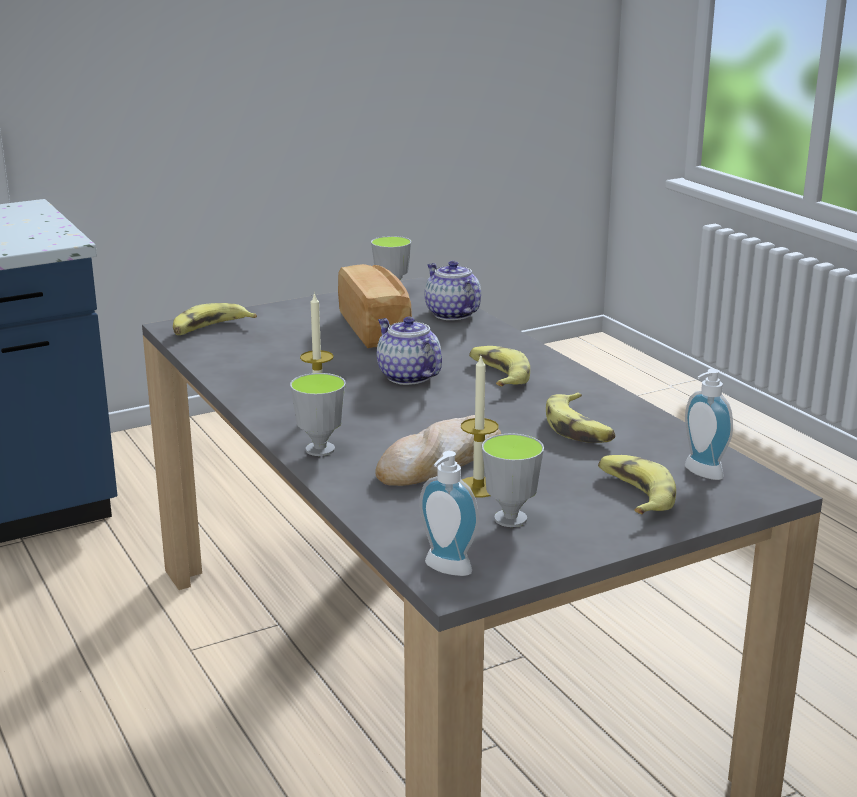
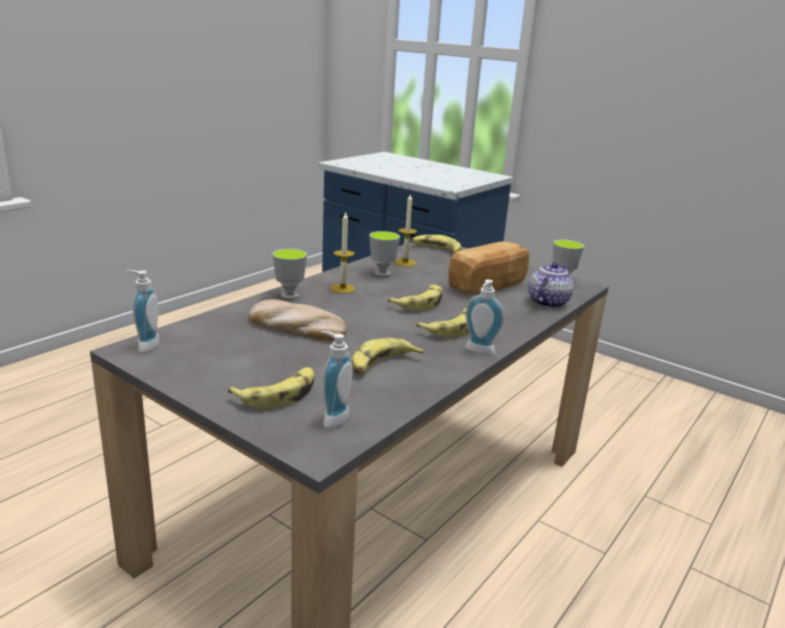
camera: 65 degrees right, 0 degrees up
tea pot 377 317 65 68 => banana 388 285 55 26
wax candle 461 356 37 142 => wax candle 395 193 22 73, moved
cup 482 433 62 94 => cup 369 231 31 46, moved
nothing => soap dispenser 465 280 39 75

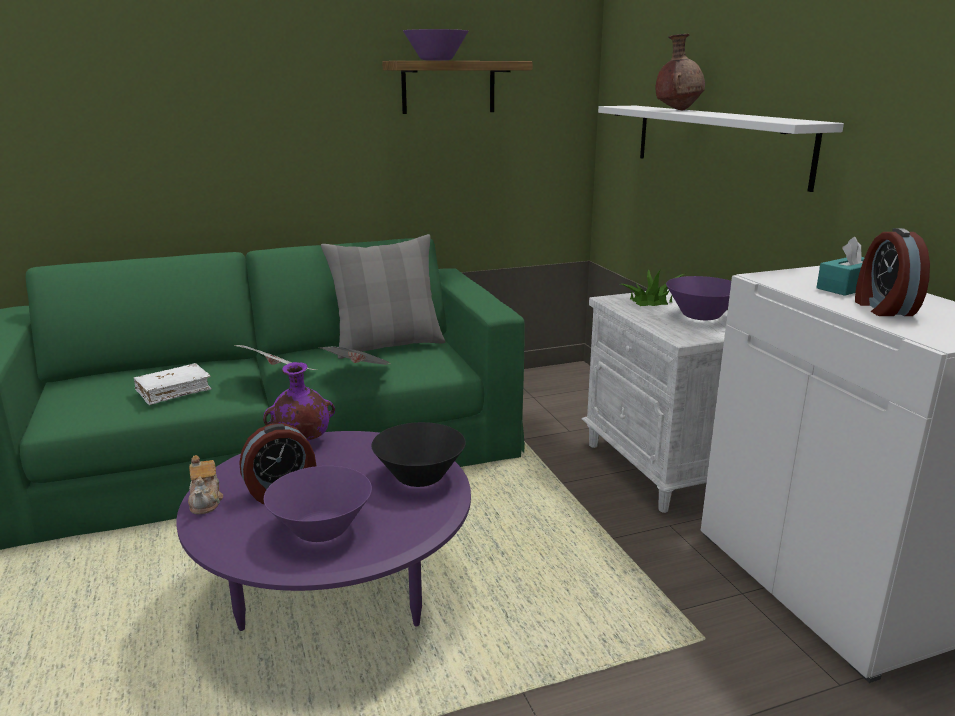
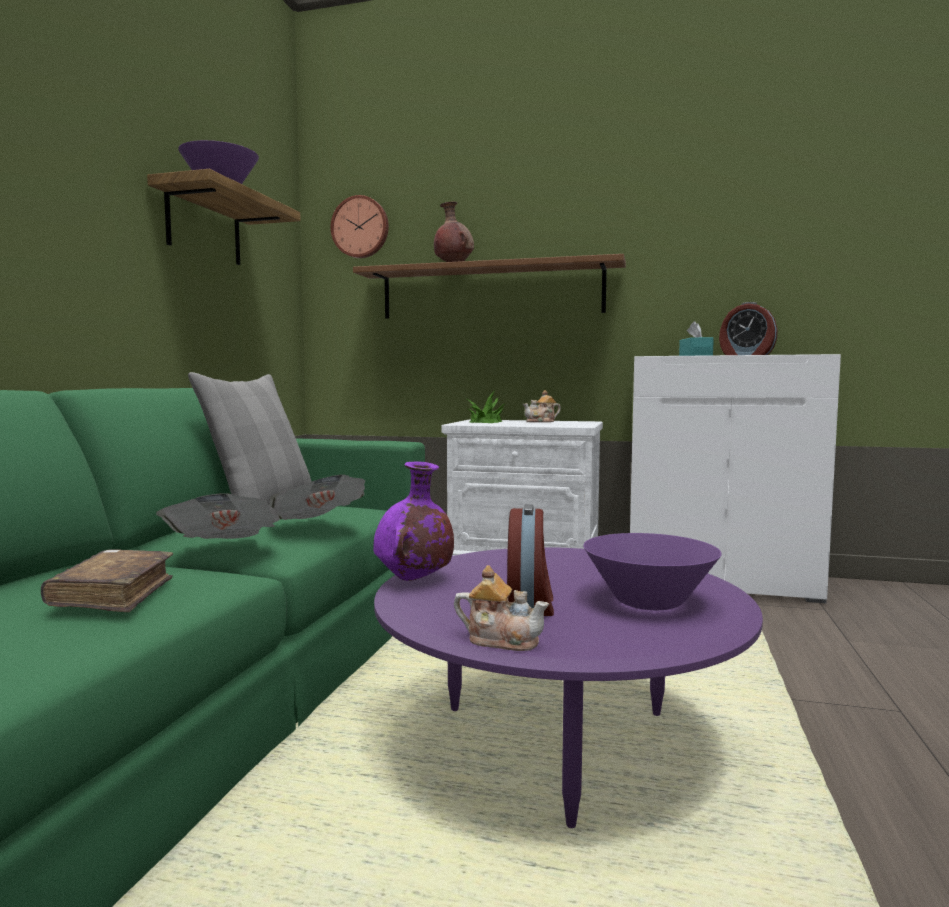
camera: 55 degrees left, 15 degrees down
whitish volume 134 363 78 42 => brown volume 41 549 132 63
black deep dish 372 422 94 65 => nothing
whitish bracket shelf 598 106 246 86 => brown bracket shelf 353 254 273 65
purple deep dish 666 276 65 44 => tea pot 523 390 38 32
nothing => wall clock 331 195 58 63

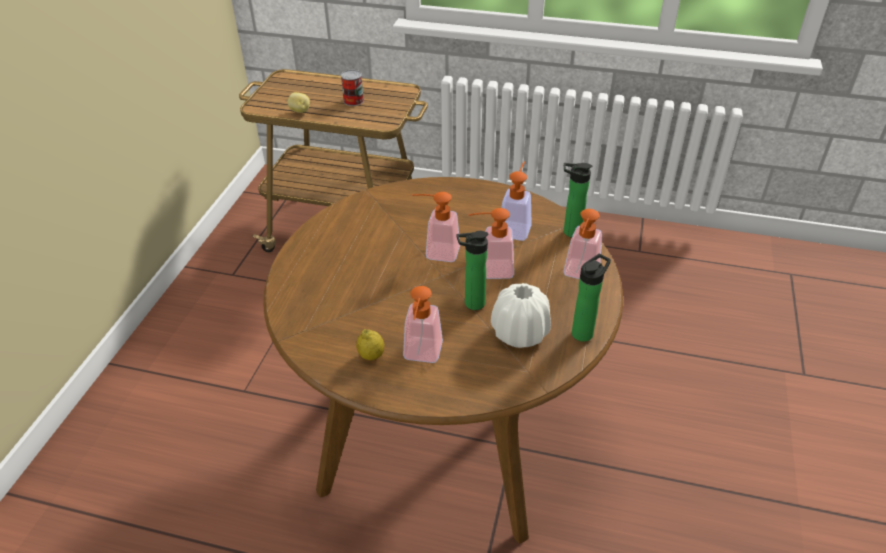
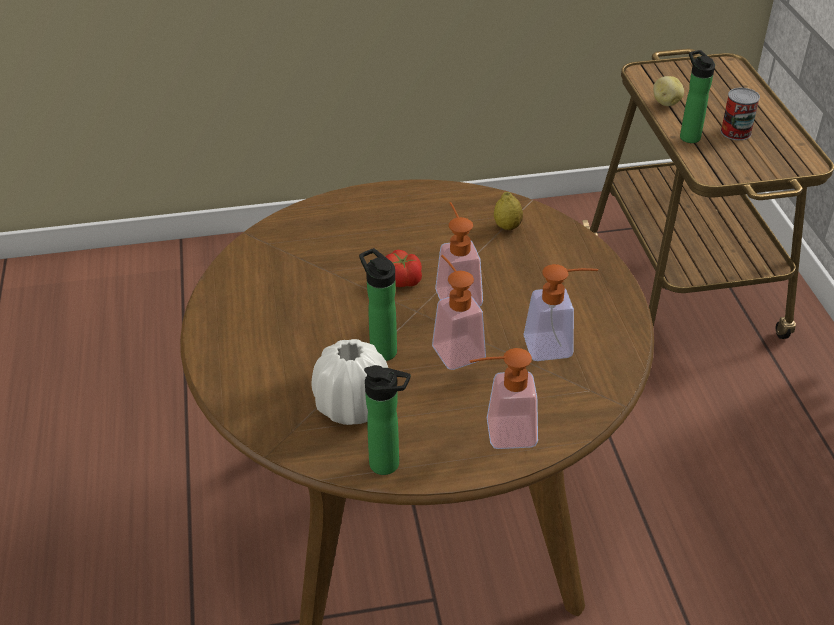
camera: 65 degrees right, 0 degrees up
citrus fruit 356 329 28 31 => citrus fruit 494 192 29 38, moved
soap dispenser 403 286 40 77 => nothing
bottle 564 163 28 74 => bottle 680 50 35 93, moved
nothing => tomato 385 250 37 37

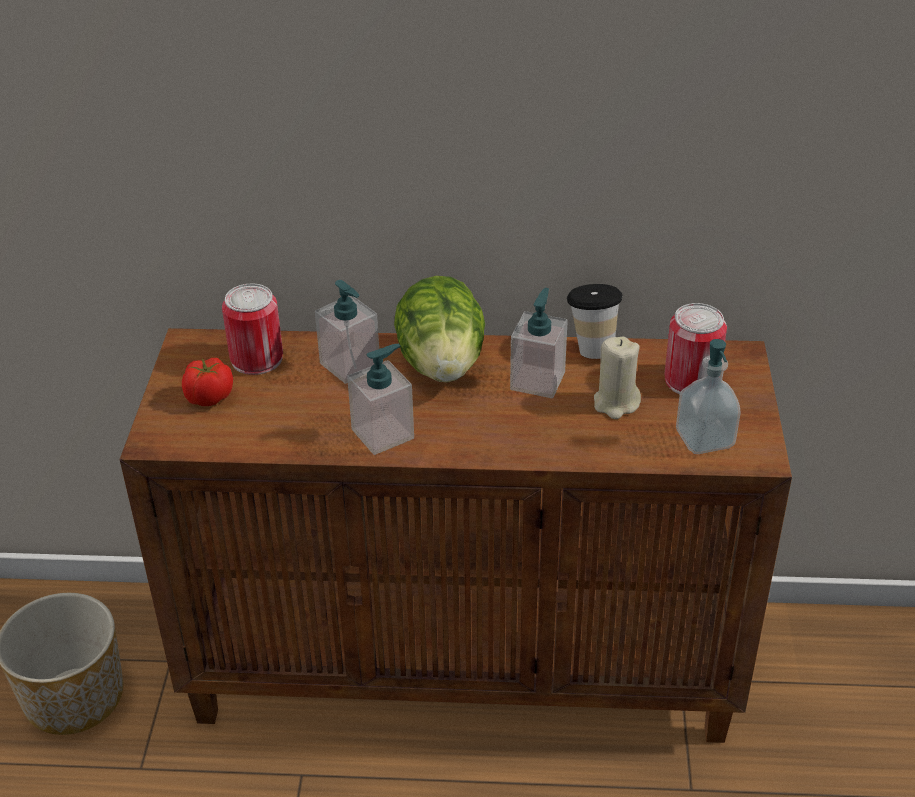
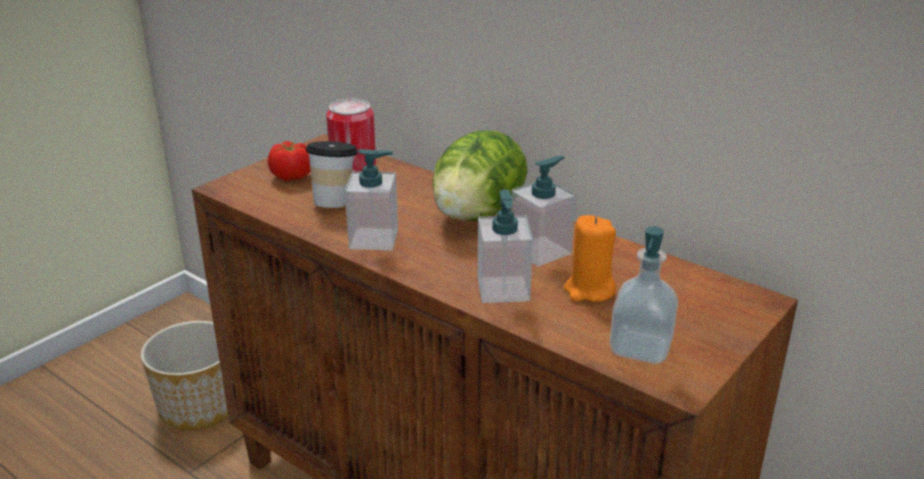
camera: 35 degrees right, 10 degrees down
soap dispenser 315 280 64 104 => soap dispenser 478 189 55 114, moved
cup 567 284 56 75 => cup 306 141 52 67, moved
beige wax candle 594 337 47 82 => orange wax candle 564 215 52 87
can 664 303 63 91 => nothing

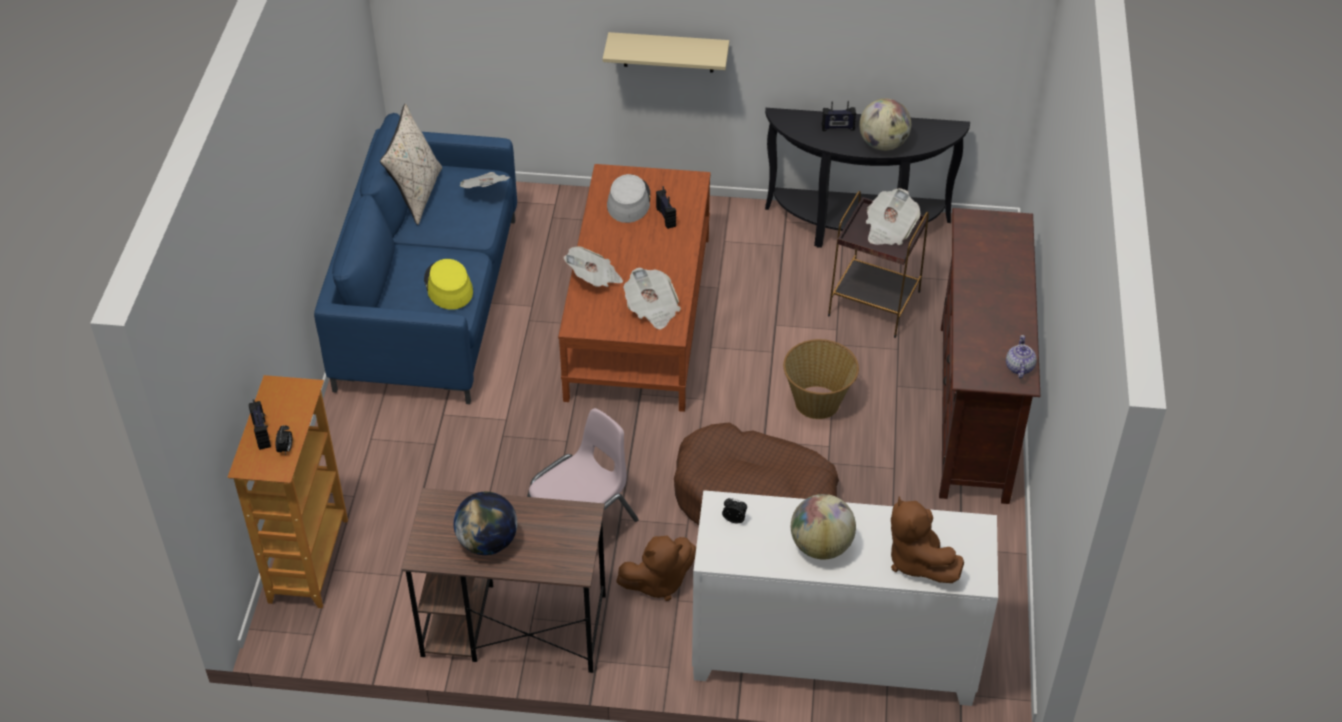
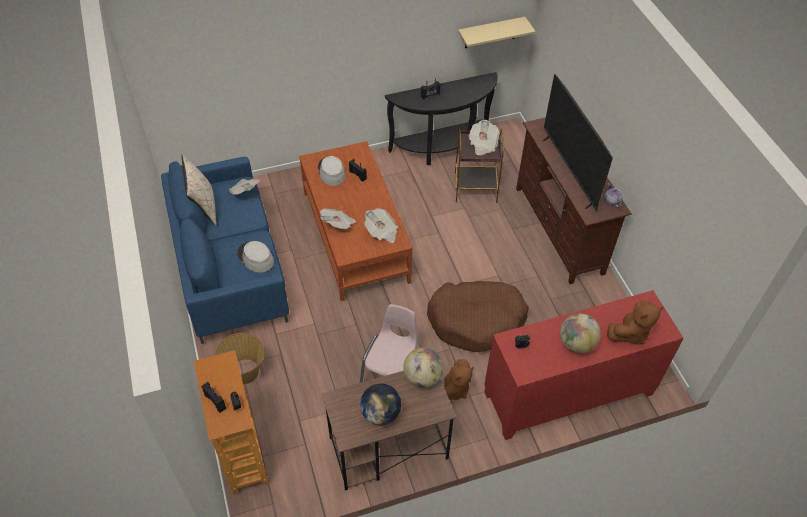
camera: 25 degrees left, 5 degrees up
yellow-coloured clothing hat 424 259 49 51 => greyish clothing hat 237 241 37 31
beige bracket shelf 603 32 126 41 => beige bracket shelf 458 17 77 31, moved
whitish cabinet 692 490 306 216 => red cabinet 484 290 200 150
basket 783 339 76 80 => basket 215 333 50 51, moved
desk globe 859 99 52 52 => desk globe 403 347 40 41, moved
brown cuddly toy 891 496 73 87 => brown cuddly toy 607 300 56 44, 75 degrees counterclockwise
nothing => TV 543 74 70 137

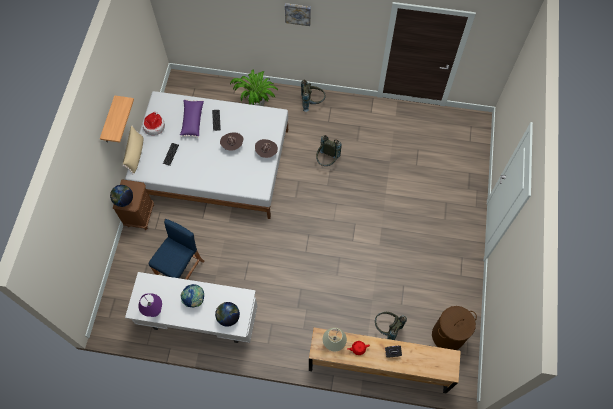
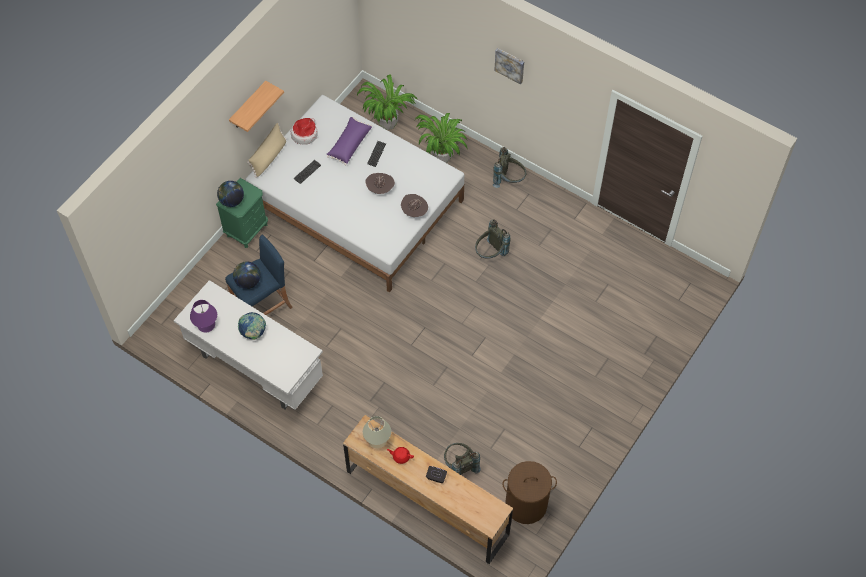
camera: 25 degrees right, 5 degrees down
brown nightstand 113 179 41 51 => green-coloured nightstand 216 178 52 70
desk globe 215 302 25 25 => desk globe 233 261 28 28, moved
nothing => plant in a pot 357 74 61 56

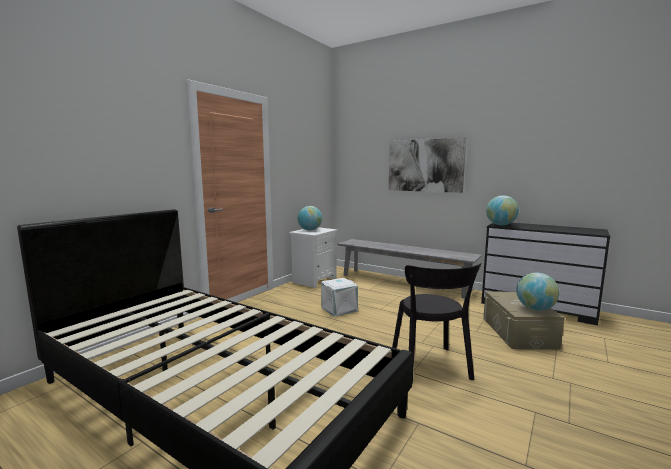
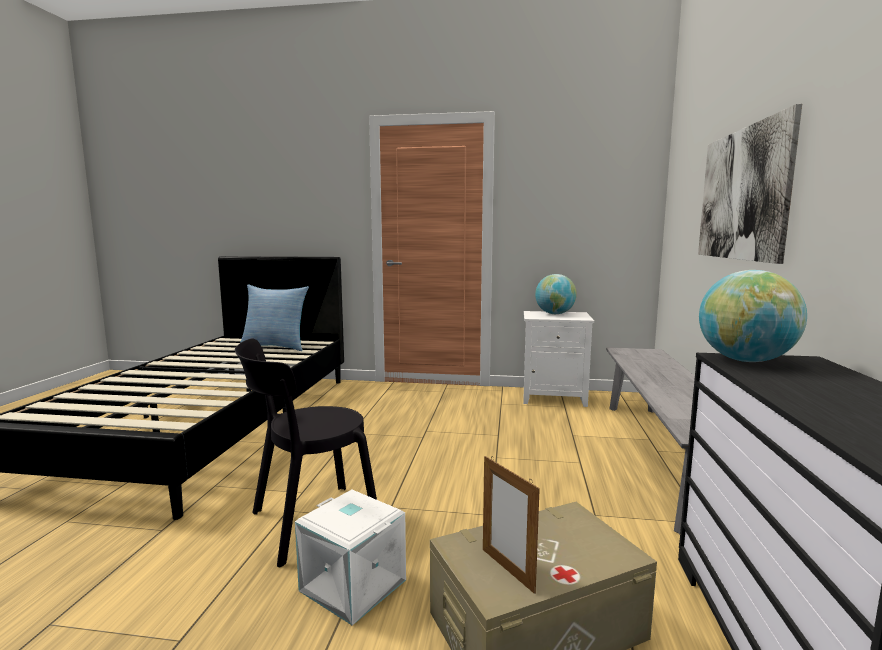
camera: 65 degrees right, 0 degrees up
whitish storage bin 321 278 37 39 => whitish storage bin 295 490 111 135, moved
desk globe 516 273 43 38 => picture frame 483 456 57 138
nothing => cushion 240 284 69 67

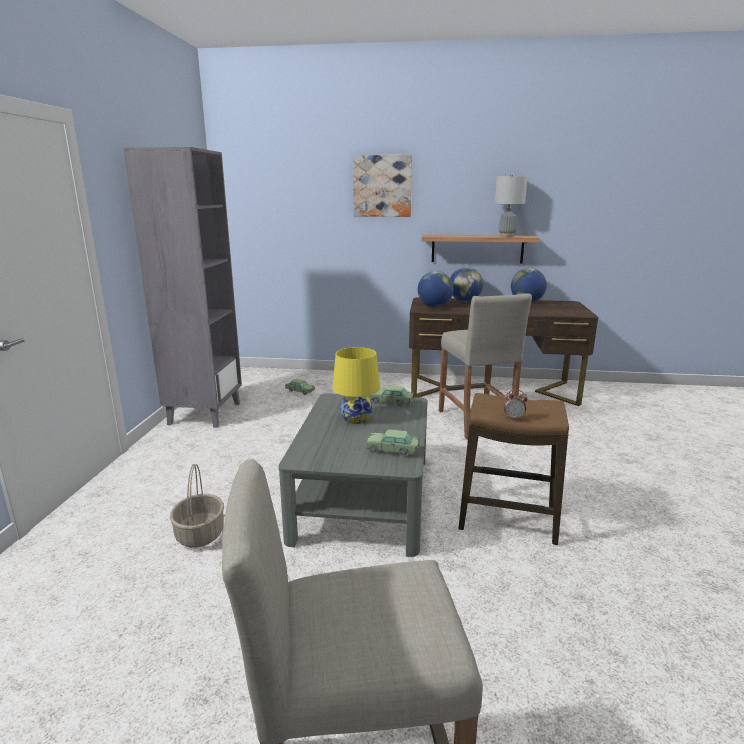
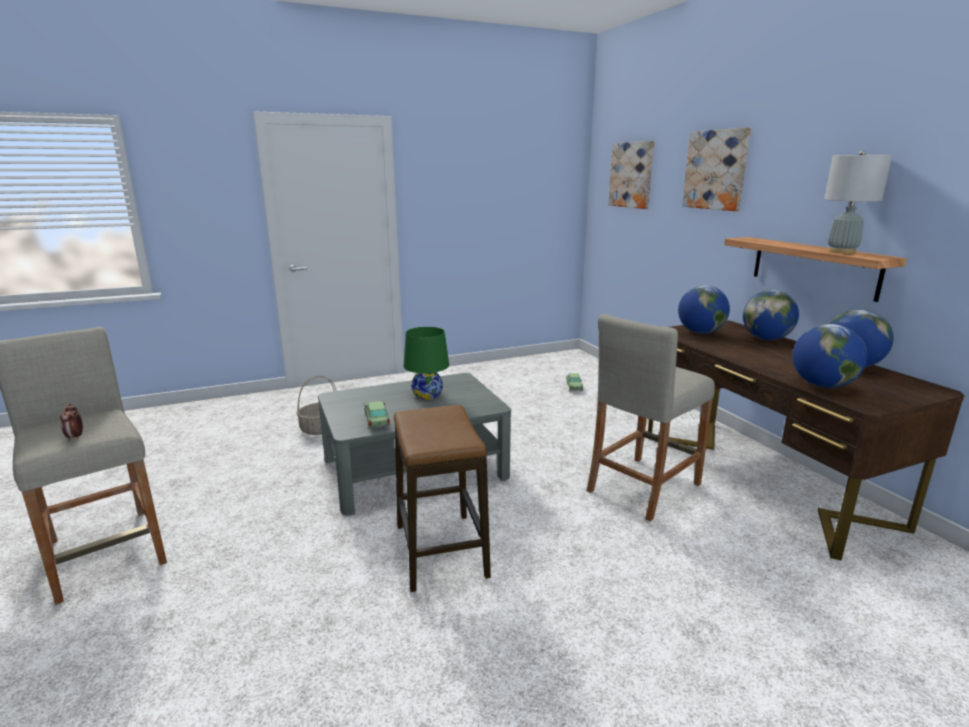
camera: 60 degrees right, 0 degrees up
greyish shelving unit 124 147 118 281 => nothing
yellow-coloured table lamp 332 347 48 77 => green-coloured table lamp 403 327 46 73
model car 370 385 44 22 => nothing
table clock 503 390 25 30 => table clock 60 403 23 38, moved
nothing => wall art 608 141 46 68
nothing => desk globe 792 324 75 64

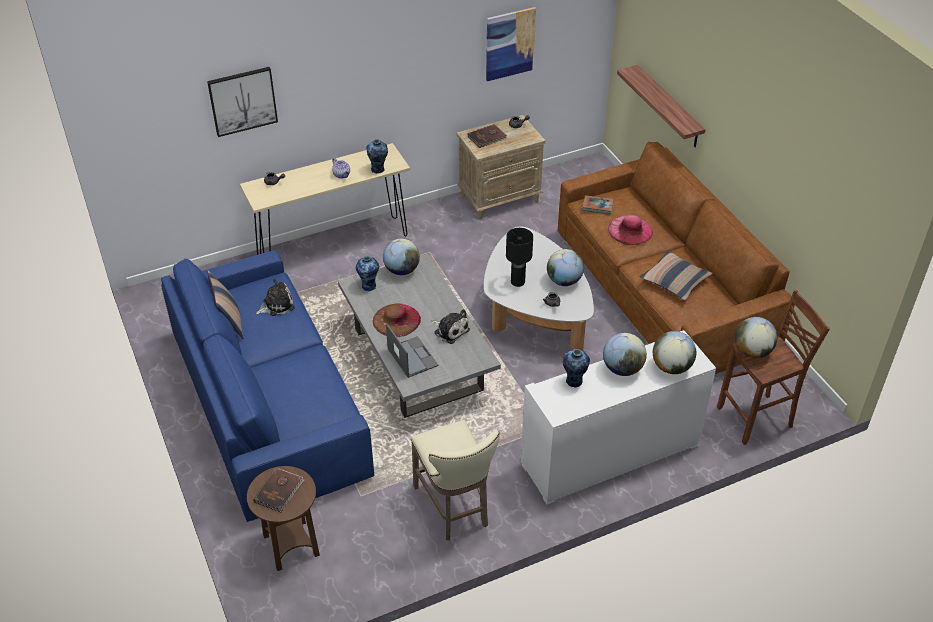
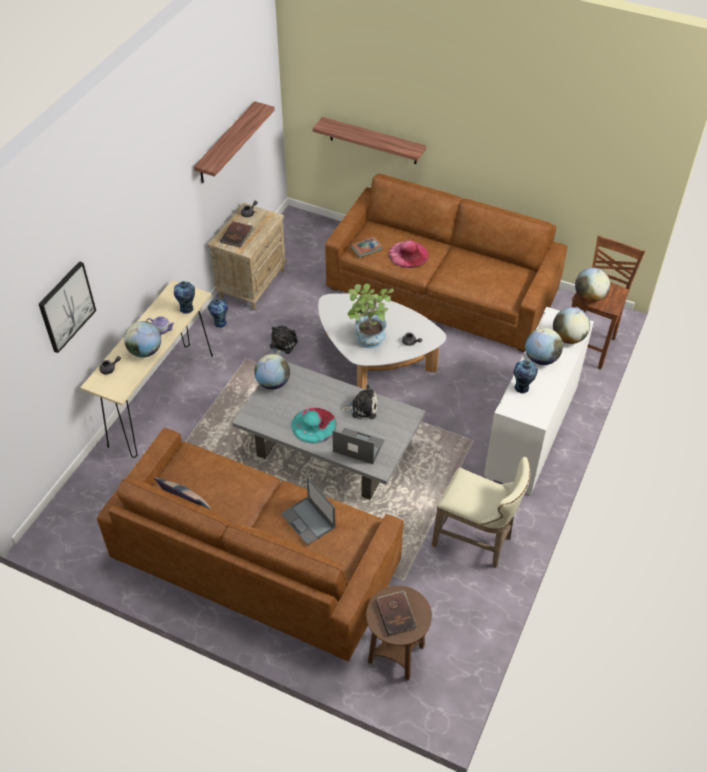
camera: 40 degrees left, 5 degrees up
blue sofa 161 251 213 271 => brown sofa 97 428 307 233
cuddly toy 256 279 39 37 => cuddly toy 270 326 28 30, moved
vase 356 256 23 35 => vase 208 299 20 29, moved
brown clothing hat 373 303 48 34 => turquoise clothing hat 291 408 45 36
wall art 486 7 50 74 => bracket shelf 194 101 81 82
black table lamp 506 228 27 59 => plant in a pot 347 284 47 64
desk globe 547 249 37 37 => desk globe 124 321 37 36, moved
cushion 640 251 73 50 => nothing
nothing => portable computer 281 477 55 69

